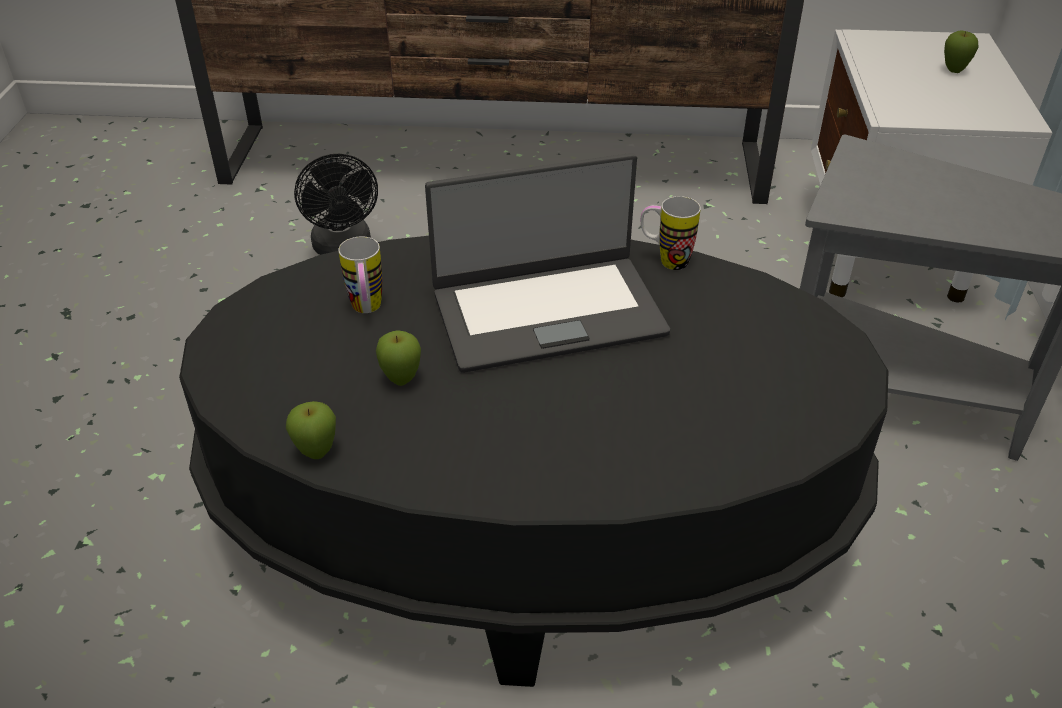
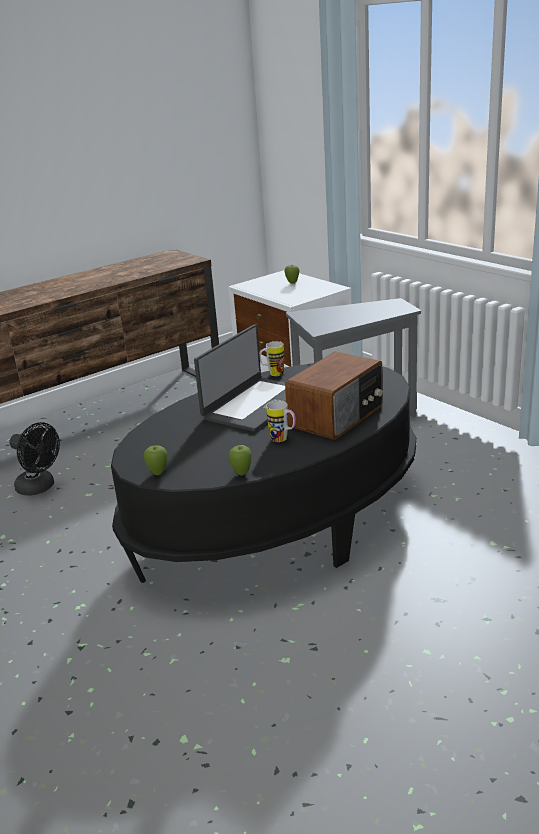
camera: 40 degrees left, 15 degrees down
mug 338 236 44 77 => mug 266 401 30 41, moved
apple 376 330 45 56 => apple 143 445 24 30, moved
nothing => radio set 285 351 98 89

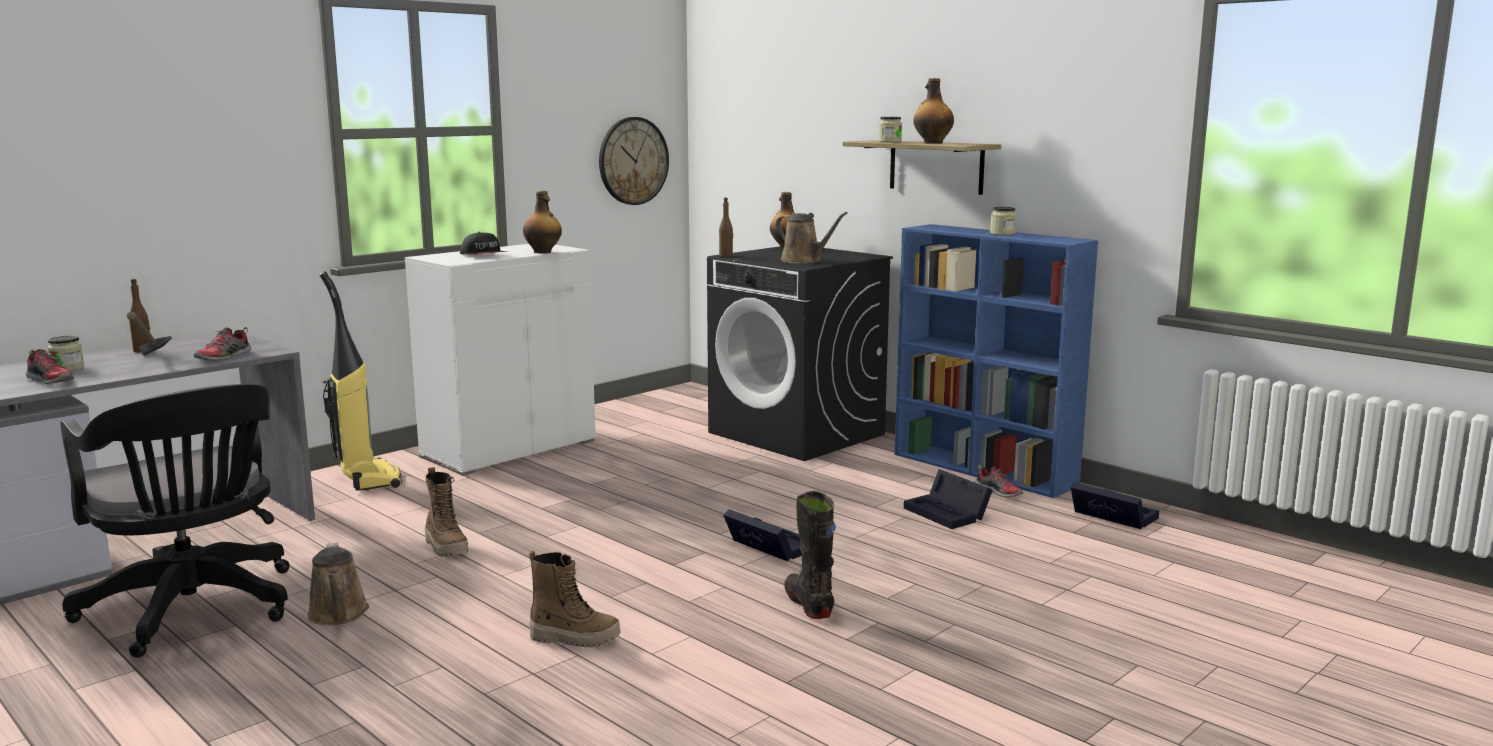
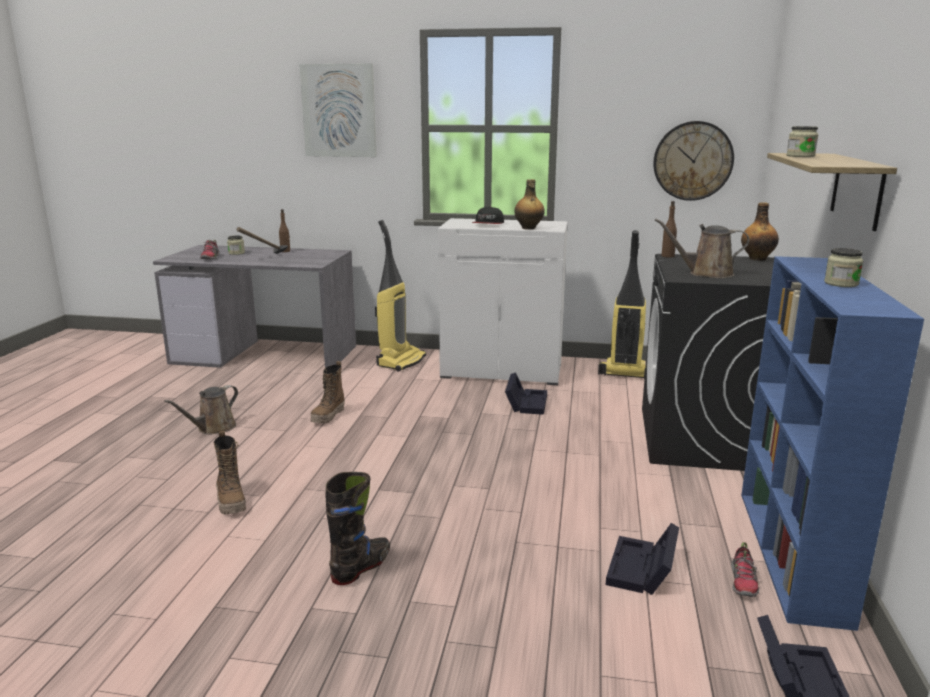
camera: 55 degrees right, 5 degrees up
black desk chair 61 384 228 274 => nothing
item of footwear 194 327 57 34 => nothing
black storage bin 723 509 79 52 => black storage bin 505 372 42 43, moved
brown watering pot 776 212 71 52 => brown watering pot 655 219 94 59, 90 degrees clockwise
bottle 913 78 41 66 => nothing
nothing => wall art 299 63 78 94
nothing => hoover 598 230 48 149

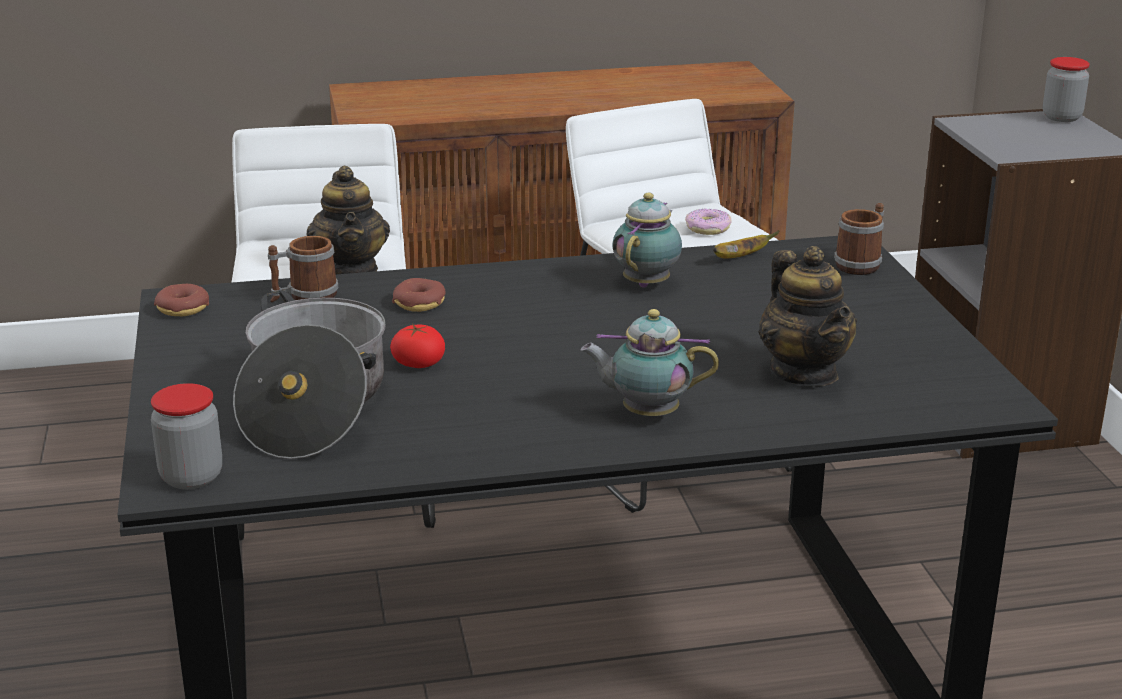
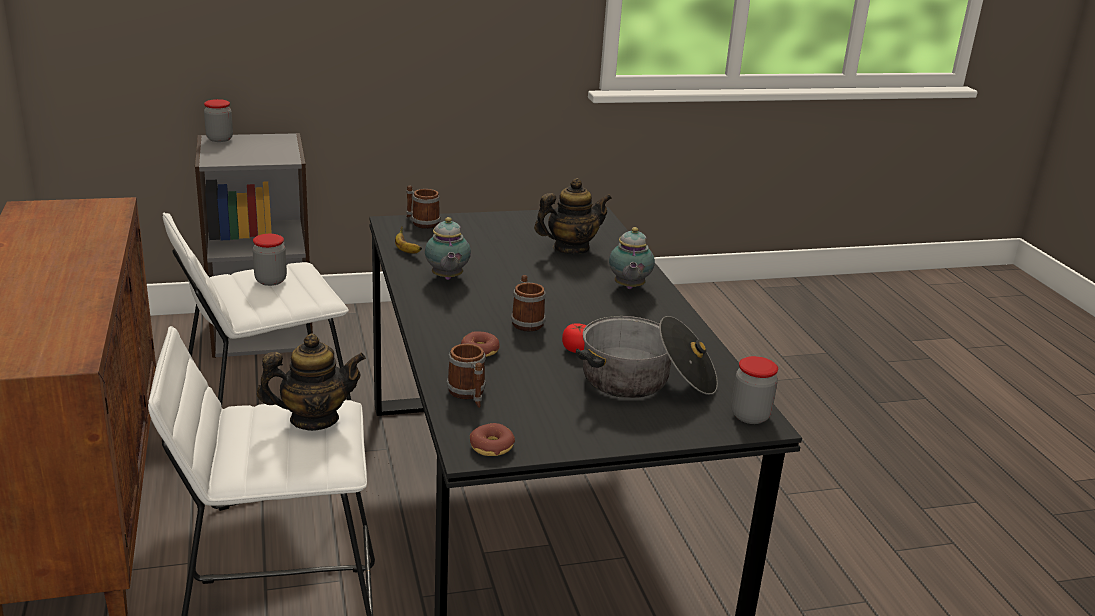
camera: 95 degrees left, 0 degrees up
tea pot 612 193 70 95 => tea pot 425 217 46 63, 120 degrees counterclockwise
doughnut 685 208 47 27 => jar 252 234 35 52
nothing => mug 511 275 35 56

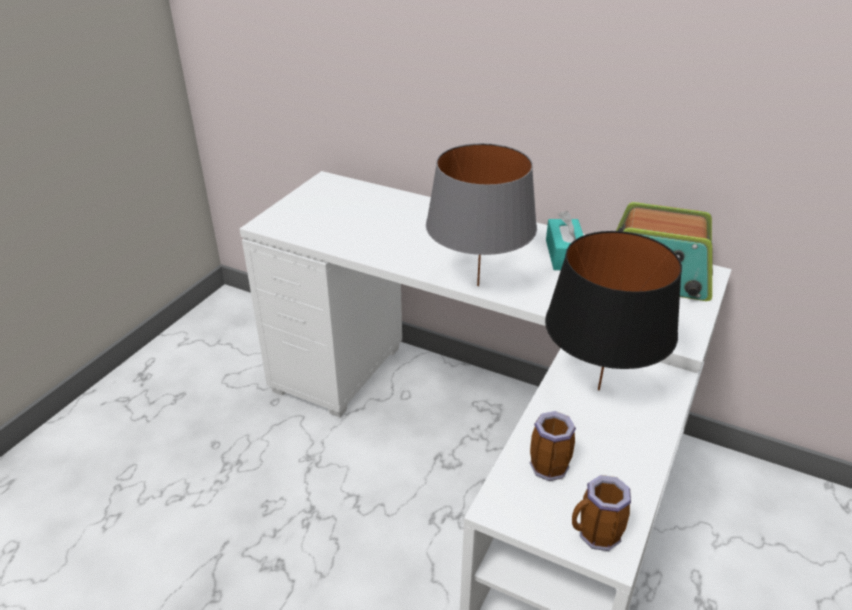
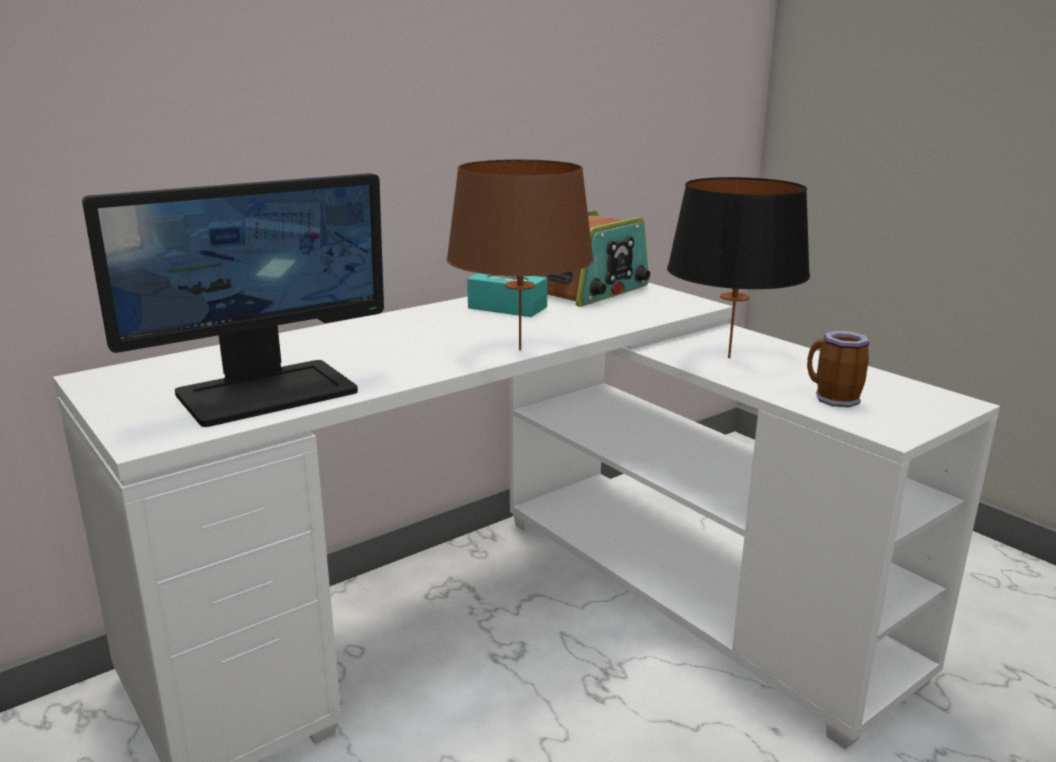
camera: 65 degrees left, 15 degrees down
greyish table lamp 426 143 111 143 => brown table lamp 446 159 148 191
mug 572 475 59 76 => nothing
nothing => computer display 82 173 302 254

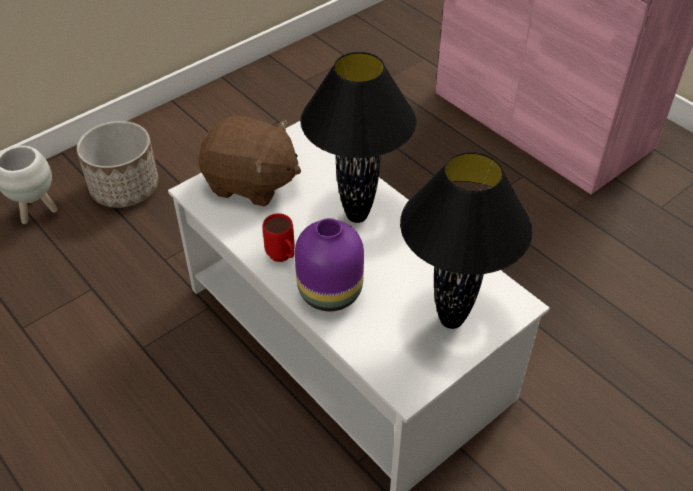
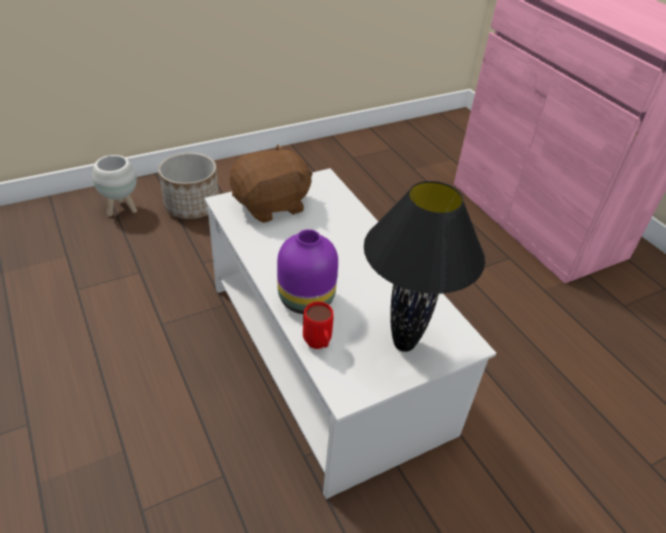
camera: 10 degrees right, 5 degrees down
brown cuddly toy 198 115 103 92 => brown cuddly toy 230 144 83 79, 60 degrees counterclockwise
red mug 263 213 32 49 => red mug 303 301 31 48, moved
black table lamp 301 52 115 171 => nothing

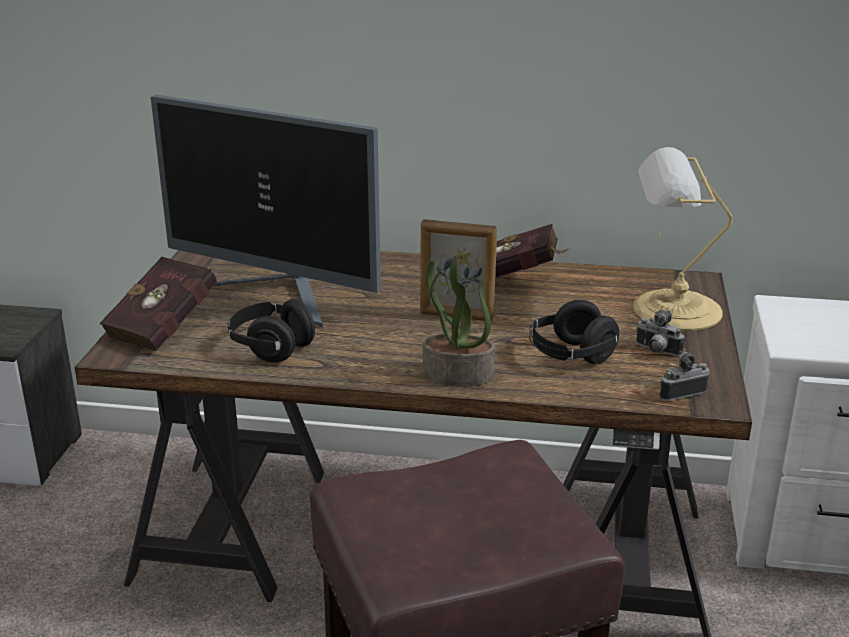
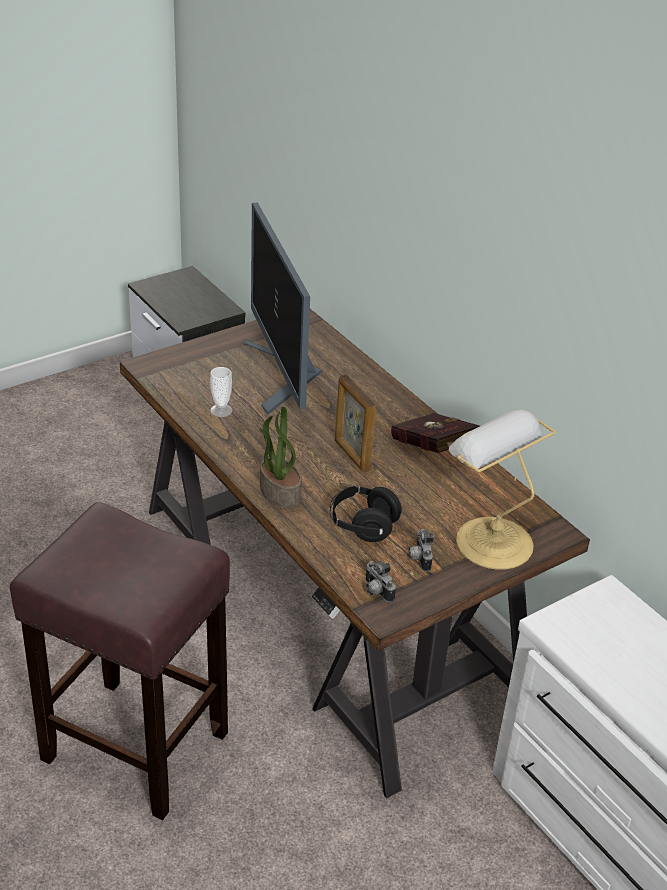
camera: 45 degrees right, 10 degrees up
red volume 100 257 117 94 => nothing
black pair of headphones 227 299 90 63 => cup 210 367 22 50
photo camera 660 351 49 50 => photo camera 366 561 30 42, 150 degrees counterclockwise

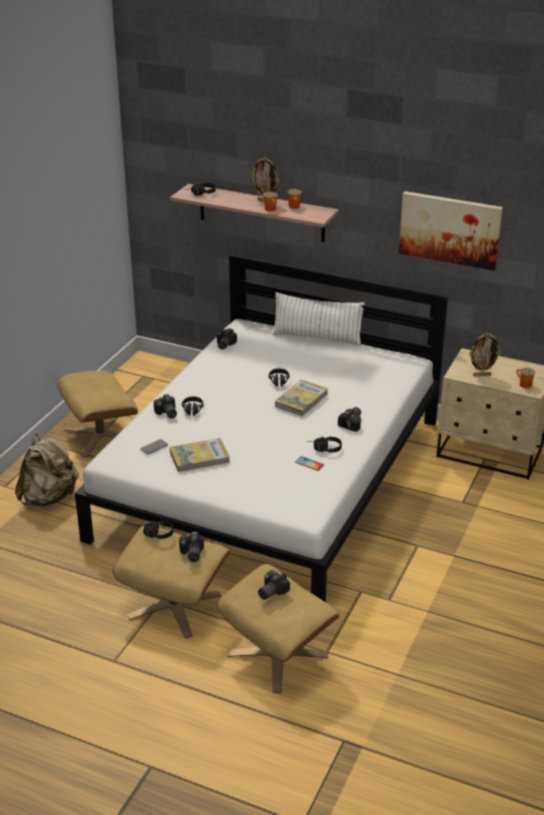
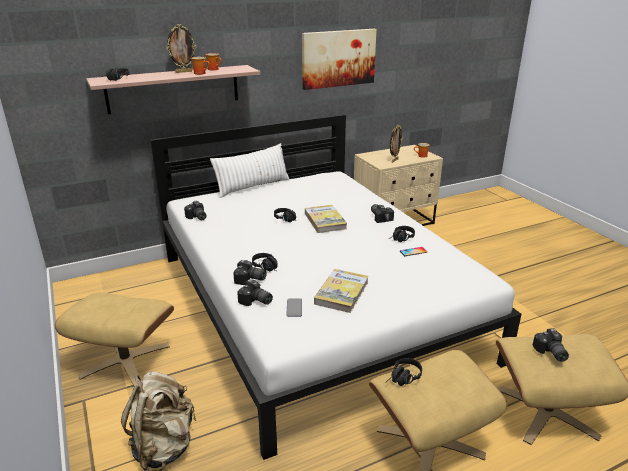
camera: 50 degrees left, 5 degrees down
photo camera 179 532 25 30 => photo camera 237 279 36 27, moved

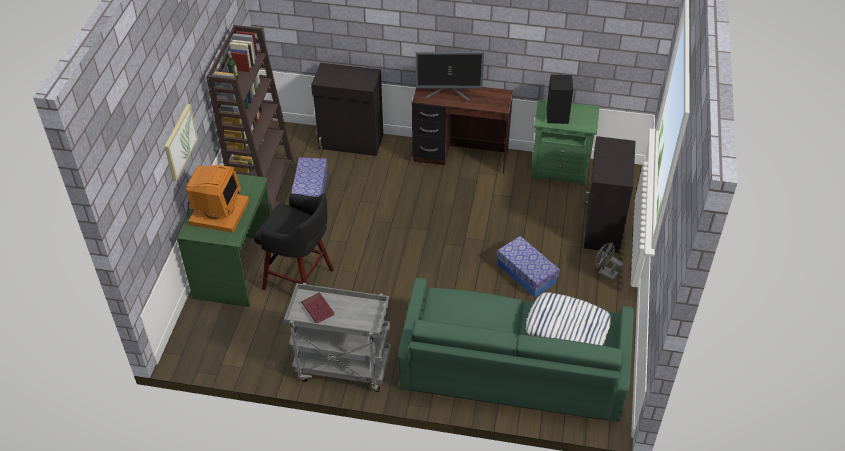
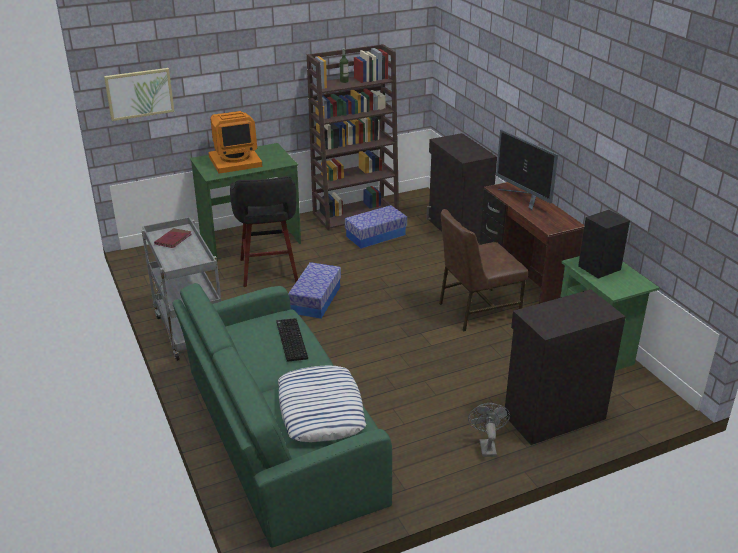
camera: 55 degrees right, 15 degrees down
wall art 164 104 34 78 => wall art 104 68 70 53, moved
storage bin 497 236 63 61 => storage bin 288 262 53 57, moved
nothing => computer keyboard 277 318 31 44
nothing => brown chair 439 209 89 122

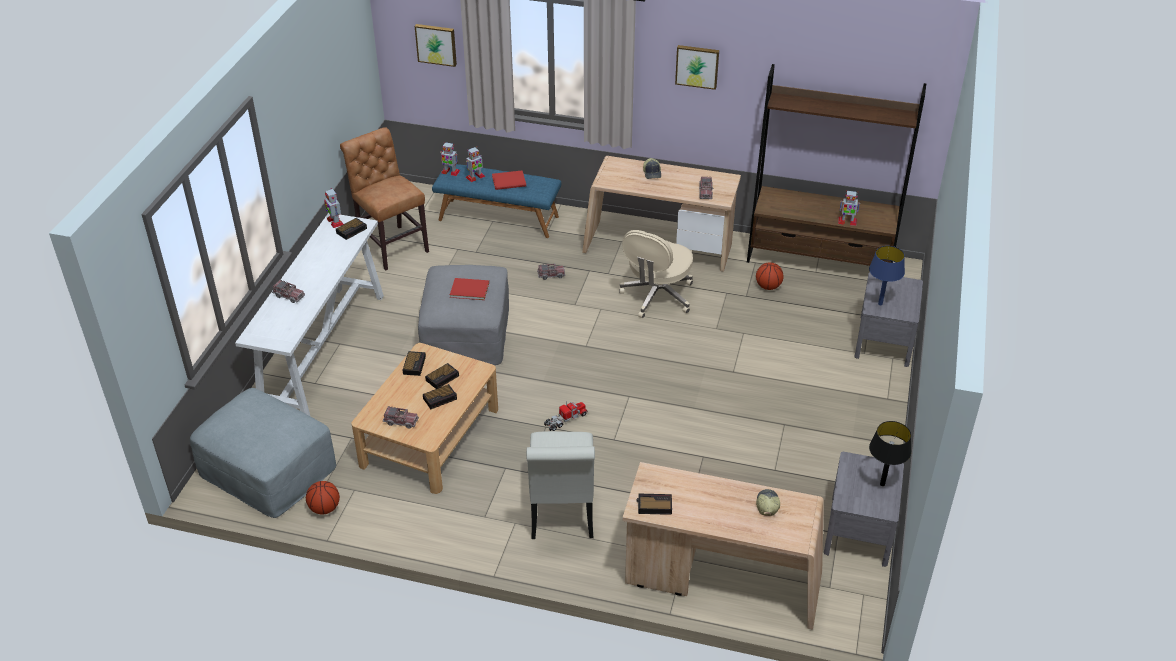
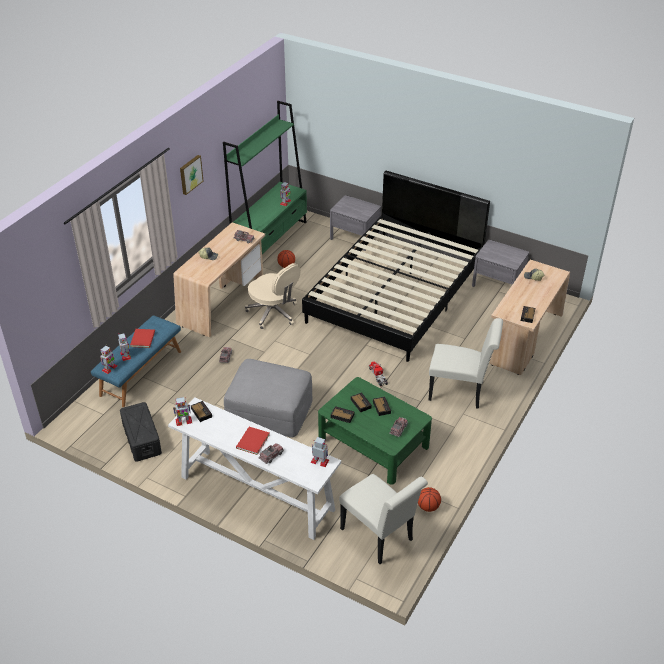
camera: 75 degrees left, 0 degrees up
greyish footrest 190 388 146 130 => whitish chair 339 474 89 90
brown chair 340 127 89 144 => black storage bin 120 402 42 60
beige coffee table 351 343 147 151 => green-coloured coffee table 318 377 114 108
wall art 415 24 42 43 => nothing
red volume 450 278 39 22 => red volume 236 427 34 28, moved
brown shelving unit 747 64 179 202 => green-coloured shelving unit 223 101 84 153
blue table lamp 869 246 36 59 => nothing
black table lamp 869 421 42 65 => nothing
nothing => black bedroom bed 302 171 188 191
nothing => robot figure 310 437 19 30

